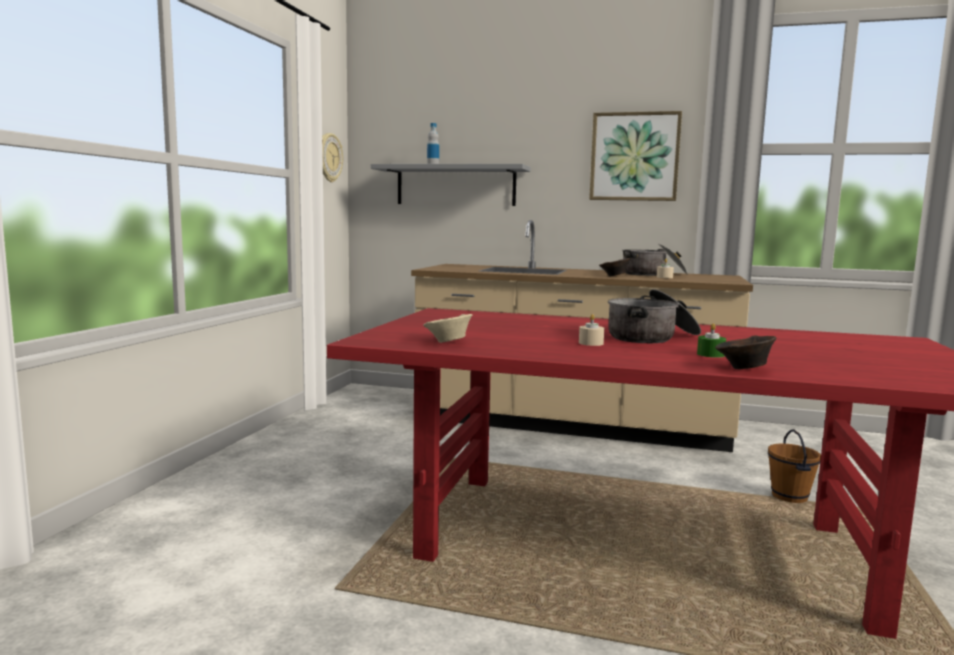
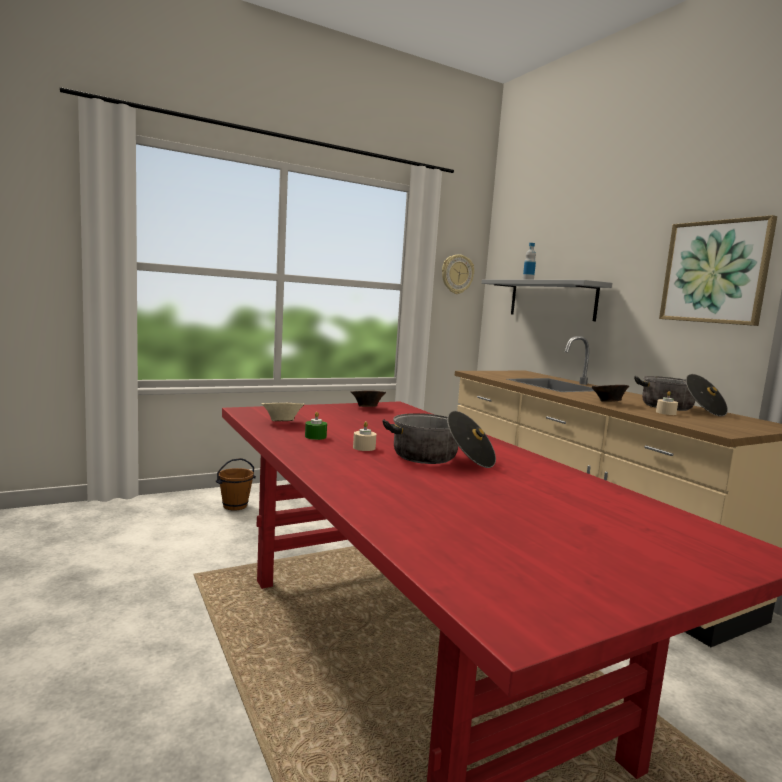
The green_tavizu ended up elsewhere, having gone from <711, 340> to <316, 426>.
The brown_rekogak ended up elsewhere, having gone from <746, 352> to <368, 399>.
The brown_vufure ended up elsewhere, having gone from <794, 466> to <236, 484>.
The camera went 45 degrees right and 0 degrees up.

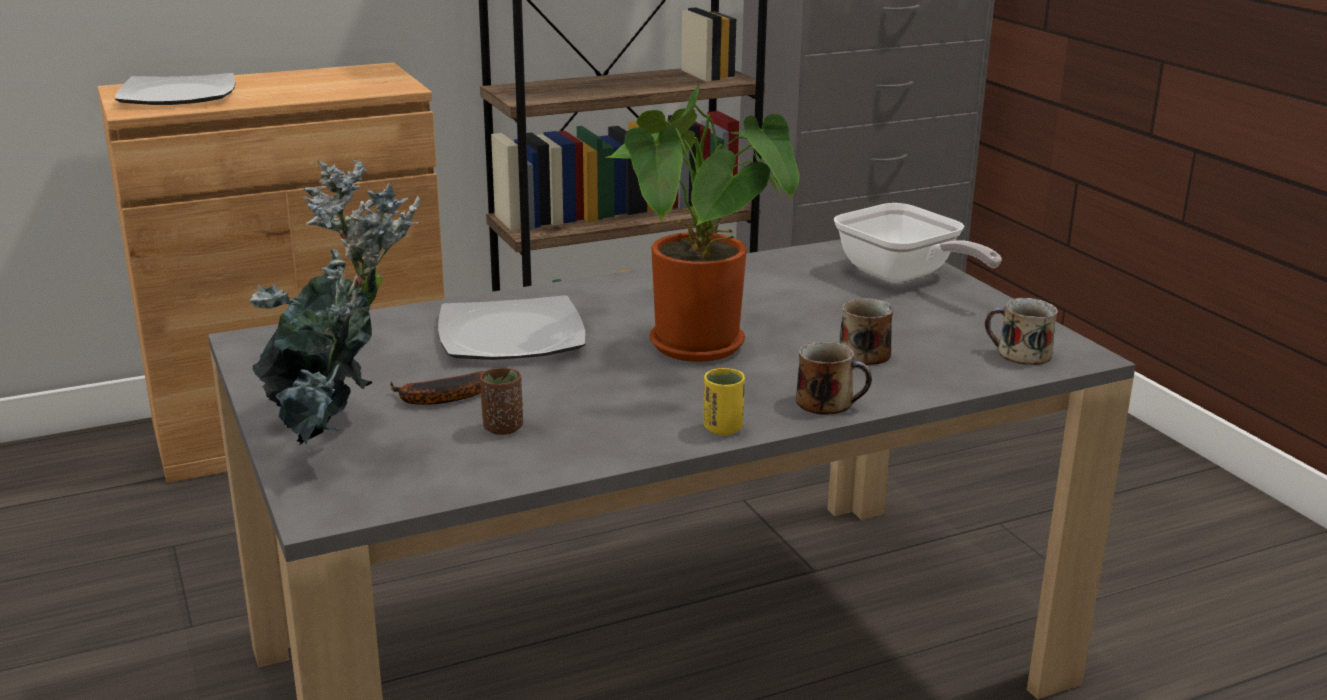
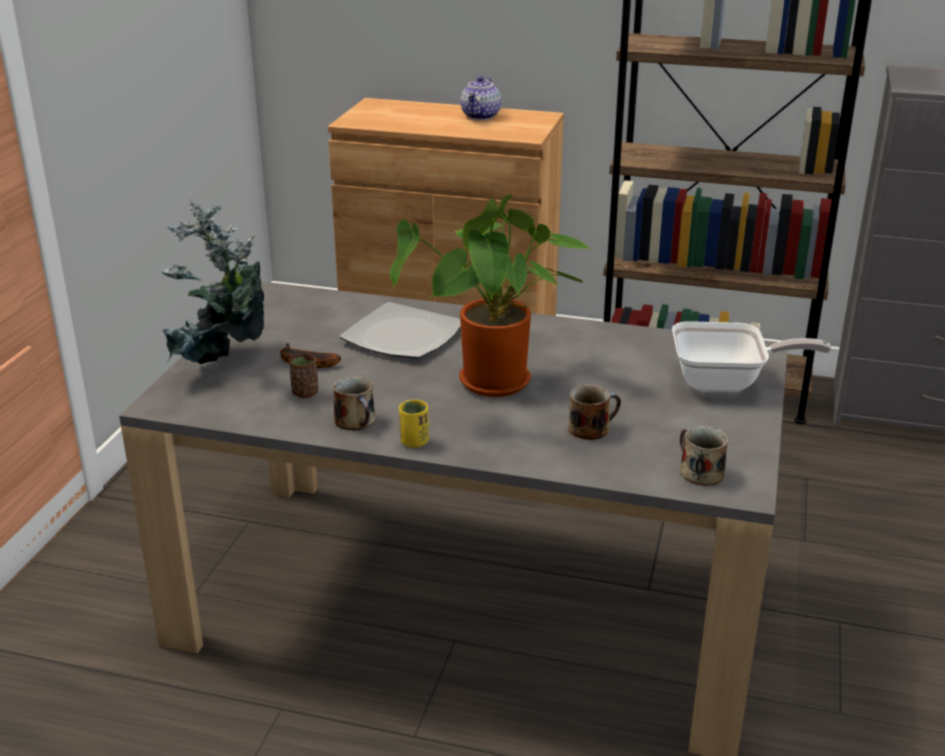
The second view lost the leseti at <175, 89>.
The second view gained the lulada at <481, 98>.
The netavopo ended up elsewhere, having gone from <834, 378> to <354, 403>.
The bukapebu at <918, 243> ended up facing another way, 90 degrees counterclockwise from before.
The camera went 40 degrees right and 5 degrees up.

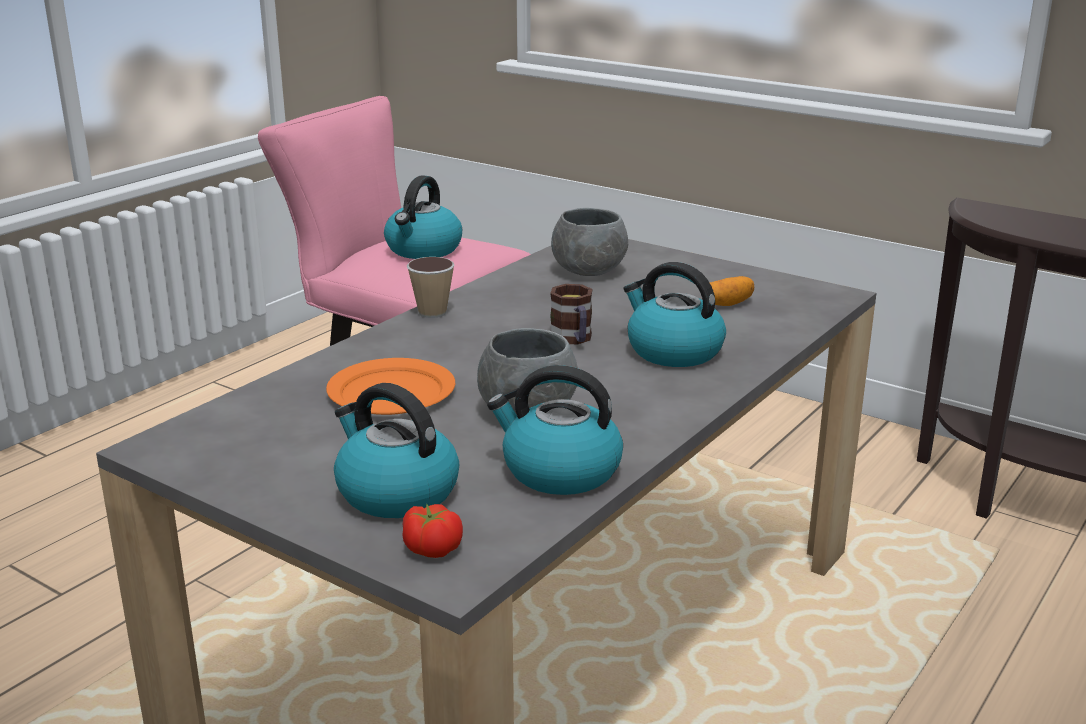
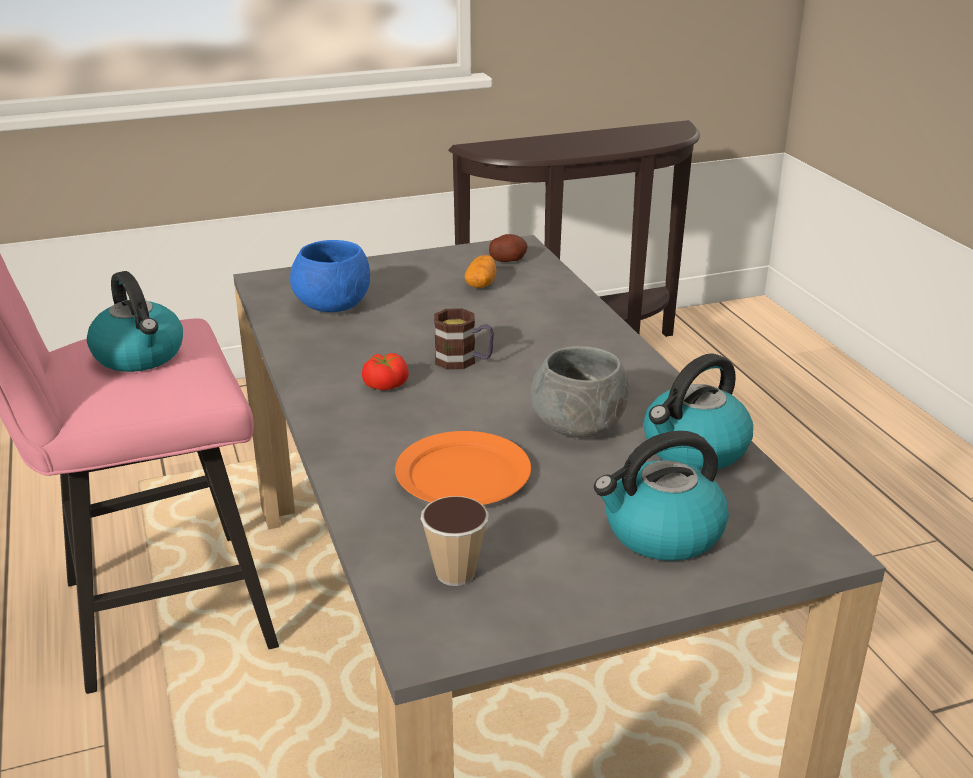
The second view lost the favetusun at <674, 314>.
The second view gained the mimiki at <508, 248>.
The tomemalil ended up elsewhere, having gone from <432, 531> to <385, 371>.
The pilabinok ended up elsewhere, having gone from <431, 287> to <455, 541>.
What was the grey_rekogak at <589, 242> turned into the blue_rekogak at <330, 276>.
The camera went 55 degrees left and 5 degrees up.

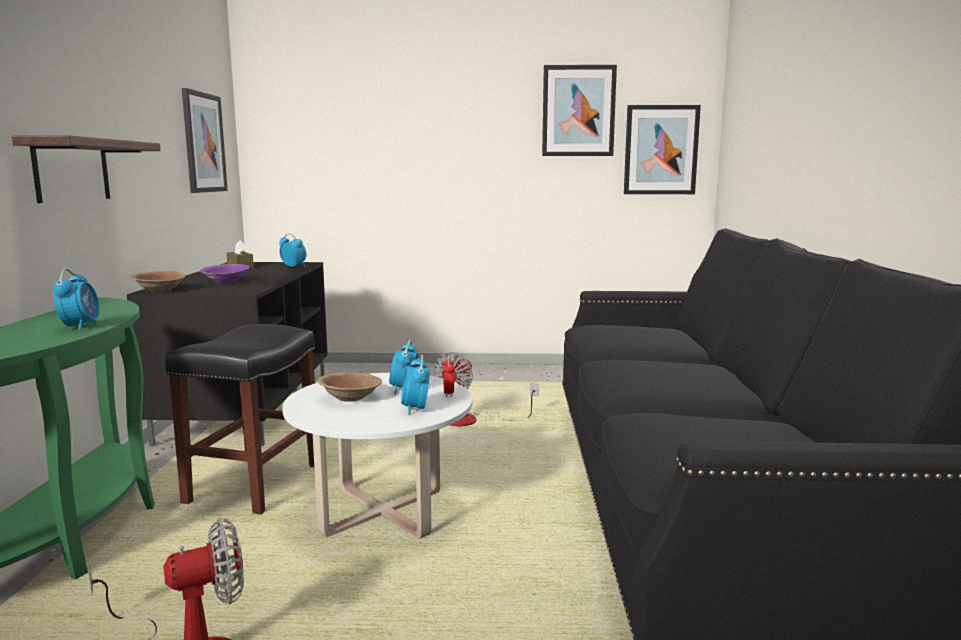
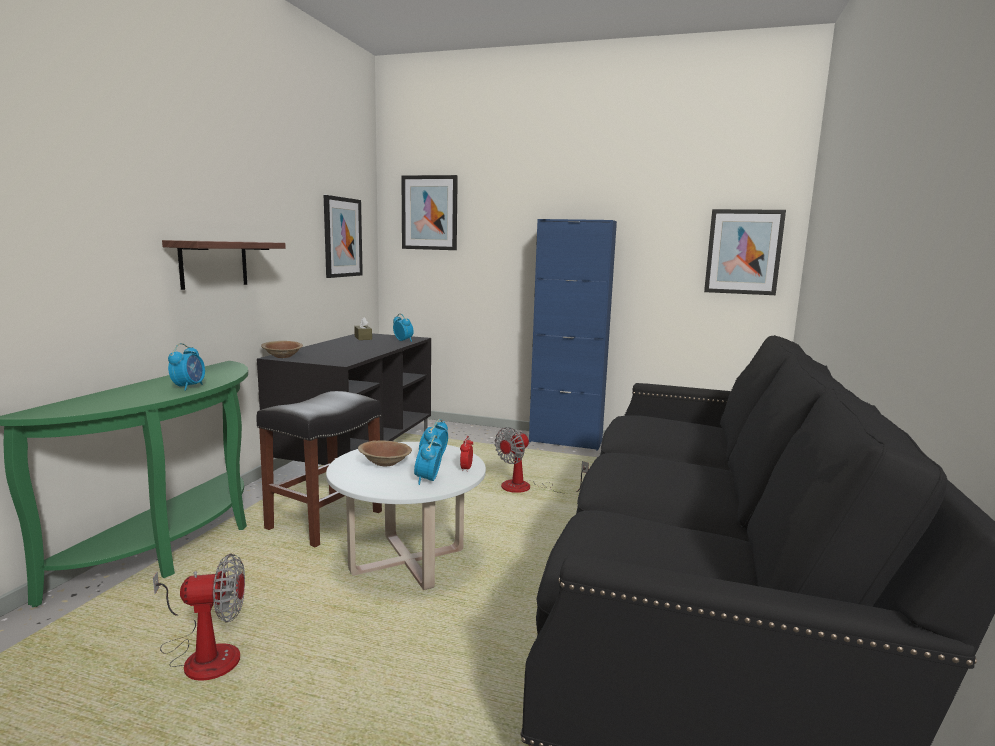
The second view lost the purple_rekogak at <225, 274>.
The second view gained the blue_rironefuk at <573, 335>.
The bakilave ended up elsewhere, having gone from <579, 110> to <429, 212>.
The camera went 15 degrees right and 0 degrees up.

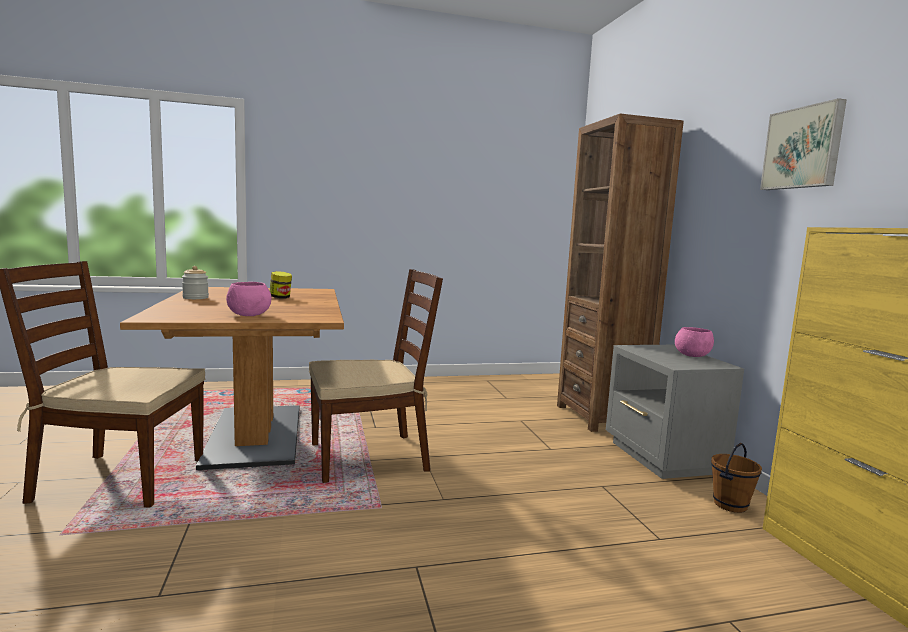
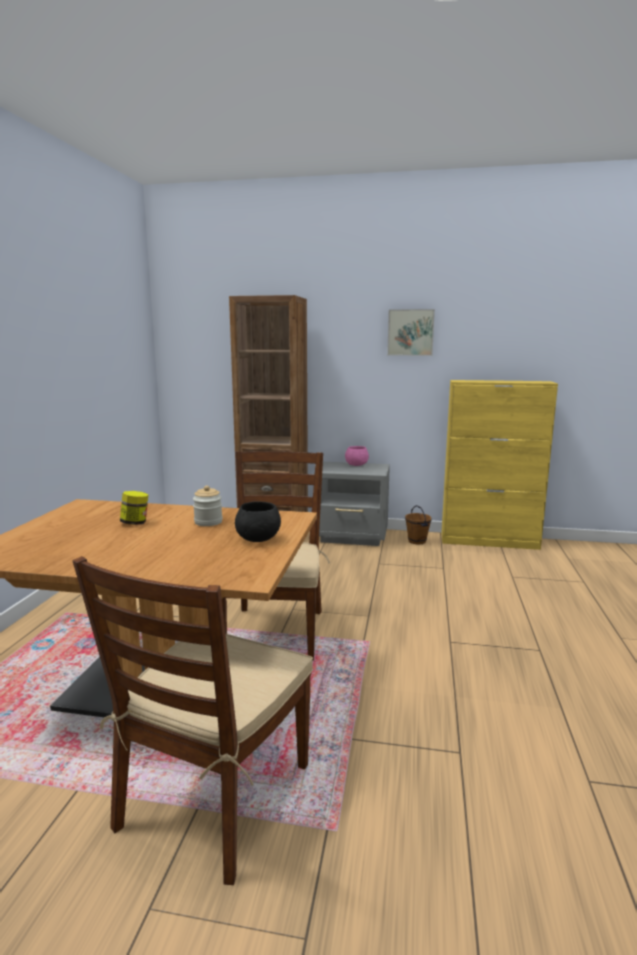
The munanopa ended up elsewhere, having gone from <195, 282> to <208, 505>.
What was the pink_rekogak at <248, 299> turned into the black_rekogak at <258, 521>.
The camera went 65 degrees left and 5 degrees up.

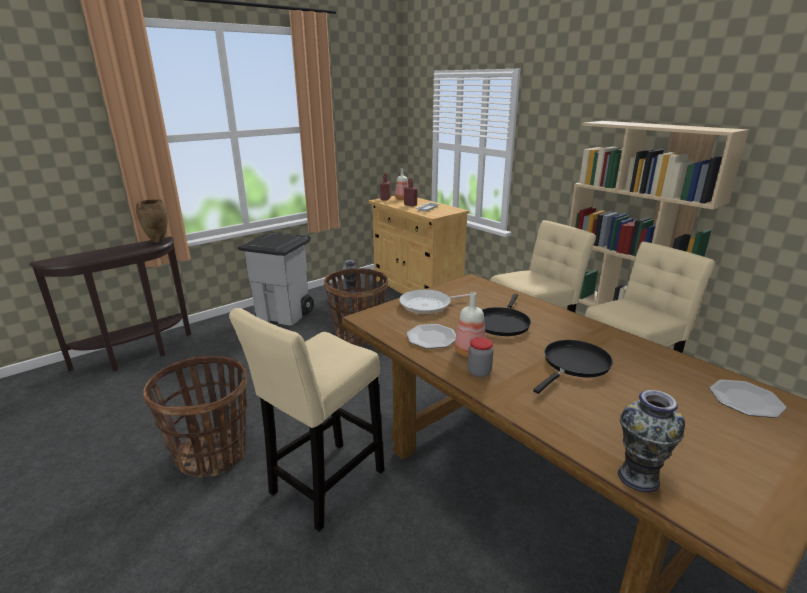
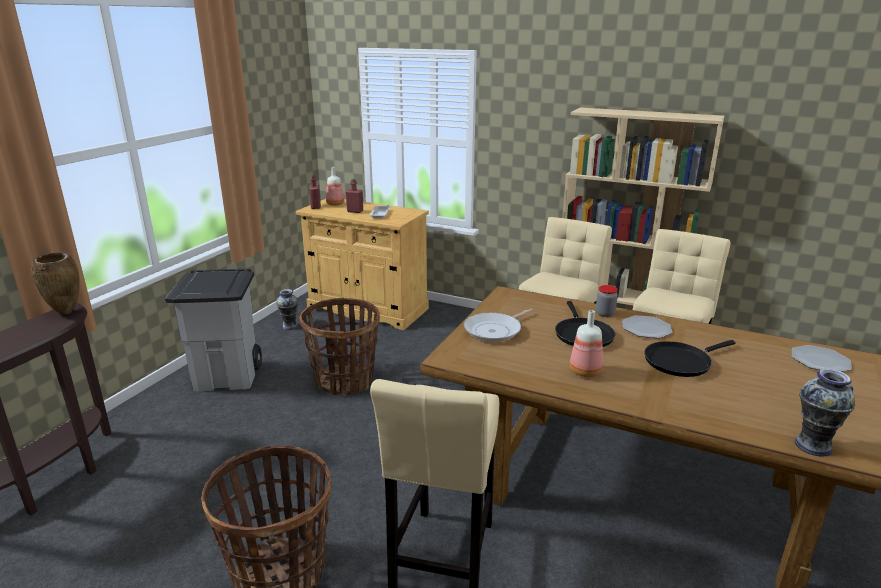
The leseti ended up elsewhere, having gone from <431, 336> to <647, 326>.
The munanopa ended up elsewhere, having gone from <481, 357> to <607, 301>.
The black_bukapebu at <573, 367> ended up facing another way, 135 degrees counterclockwise from before.
The camera went 25 degrees left and 0 degrees up.

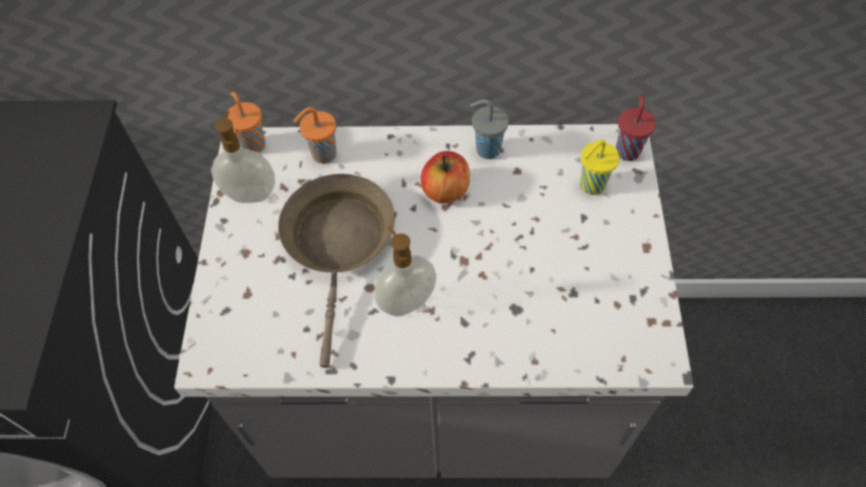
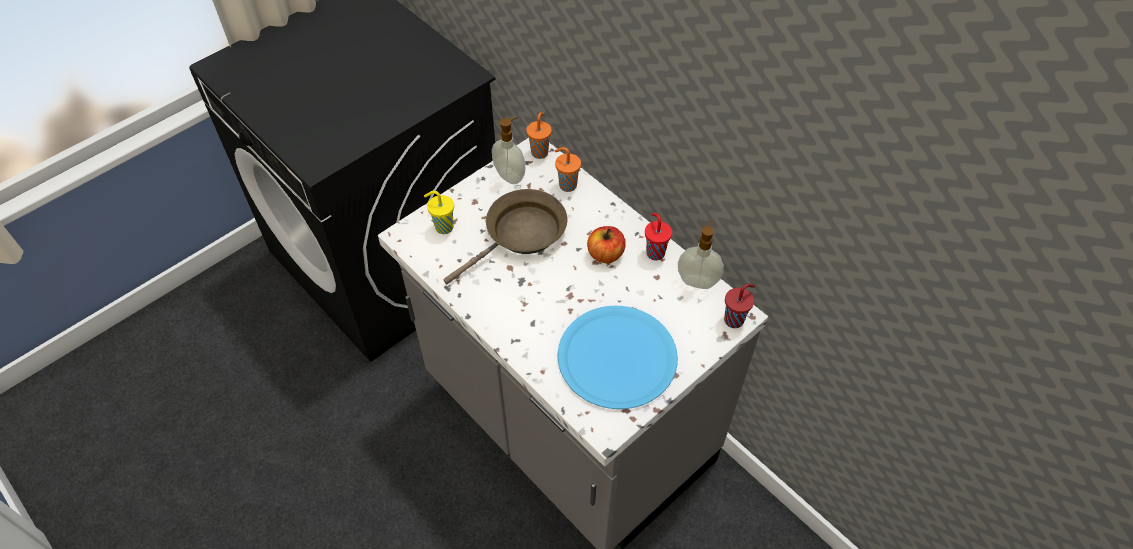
The second view gained the blue_leseti at <618, 357>.
The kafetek ended up elsewhere, having gone from <405, 271> to <701, 255>.
The yellow_pilabinok ended up elsewhere, having gone from <600, 167> to <439, 212>.
What was the grey_pilabinok at <489, 129> turned into the red_pilabinok at <658, 236>.
The camera went 45 degrees right and 5 degrees down.

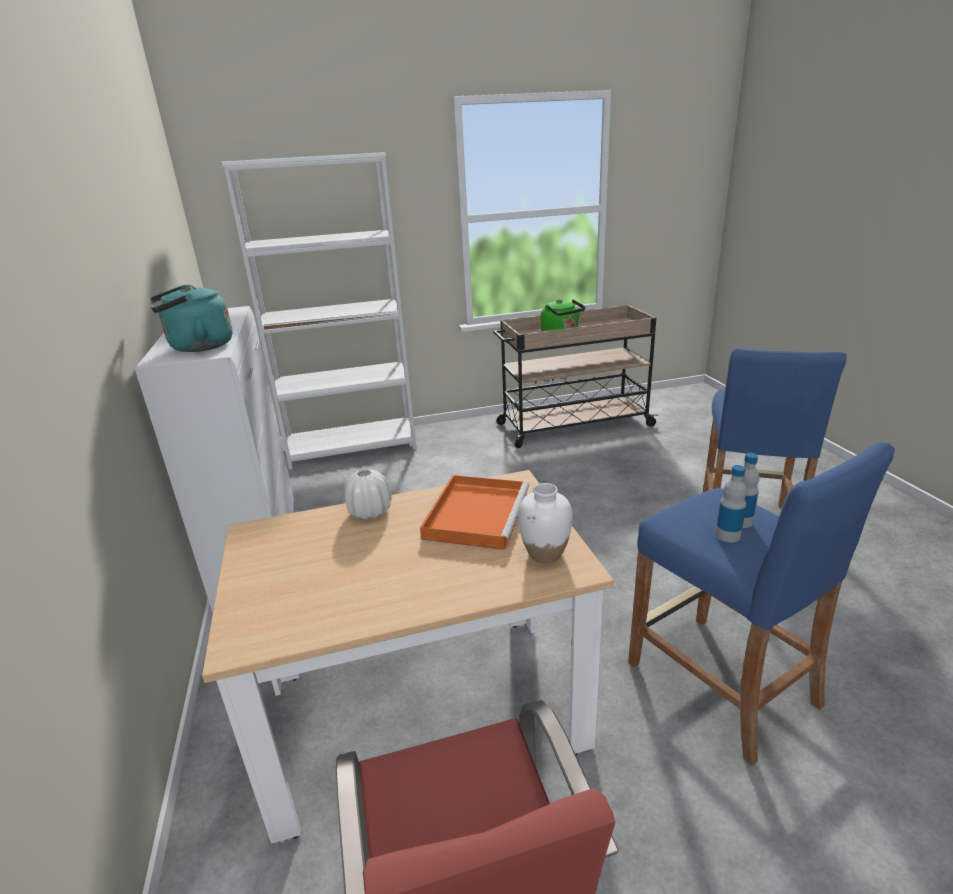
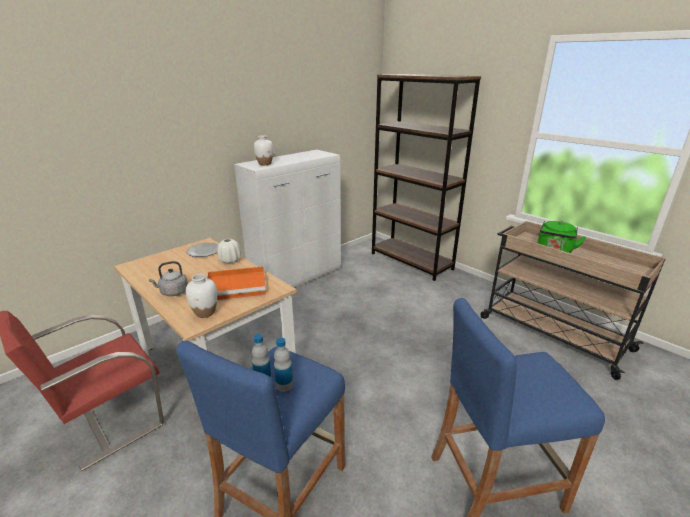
The second view gained the grey_favetusun at <168, 278>.
The second view gained the leseti at <202, 250>.
Where the turquoise_favetusun stood at <191, 318>, the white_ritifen came to stand at <263, 150>.
What was the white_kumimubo at <319, 311> turned into the brown_kumimubo at <426, 177>.
The camera went 60 degrees right and 0 degrees up.

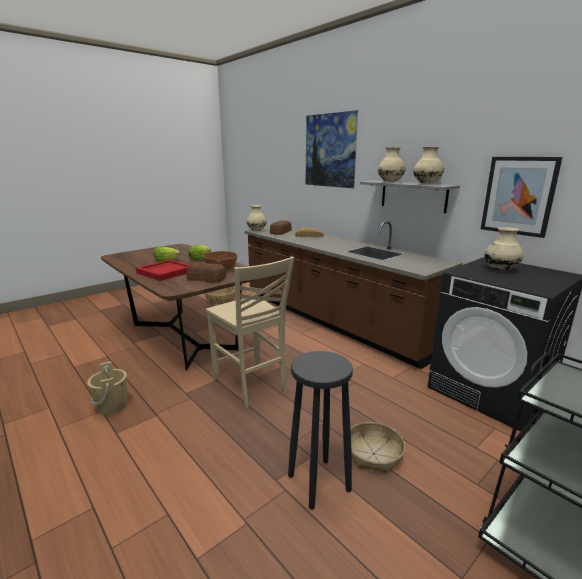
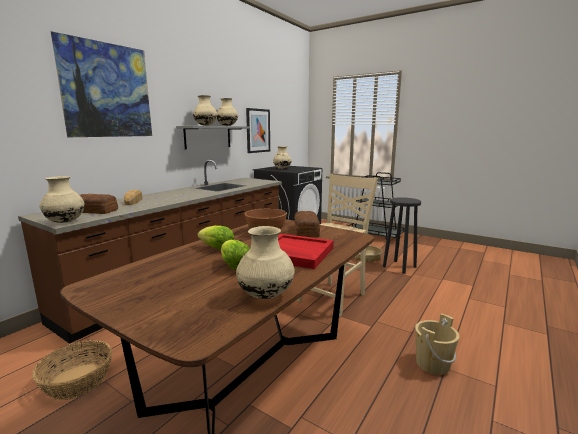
The second view gained the beige_ritifen at <265, 262>.
The camera went 105 degrees left and 5 degrees down.

